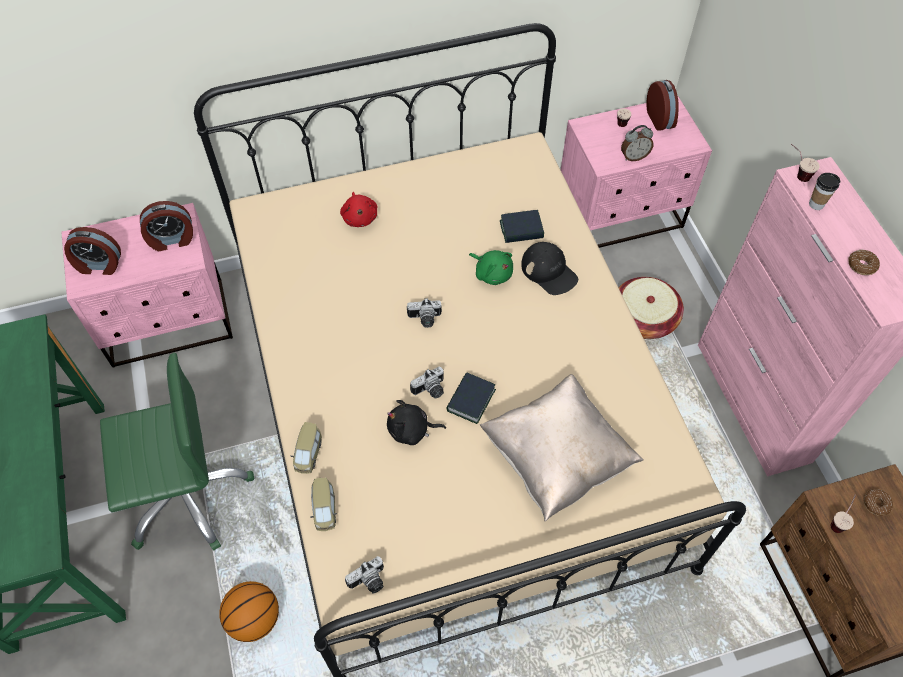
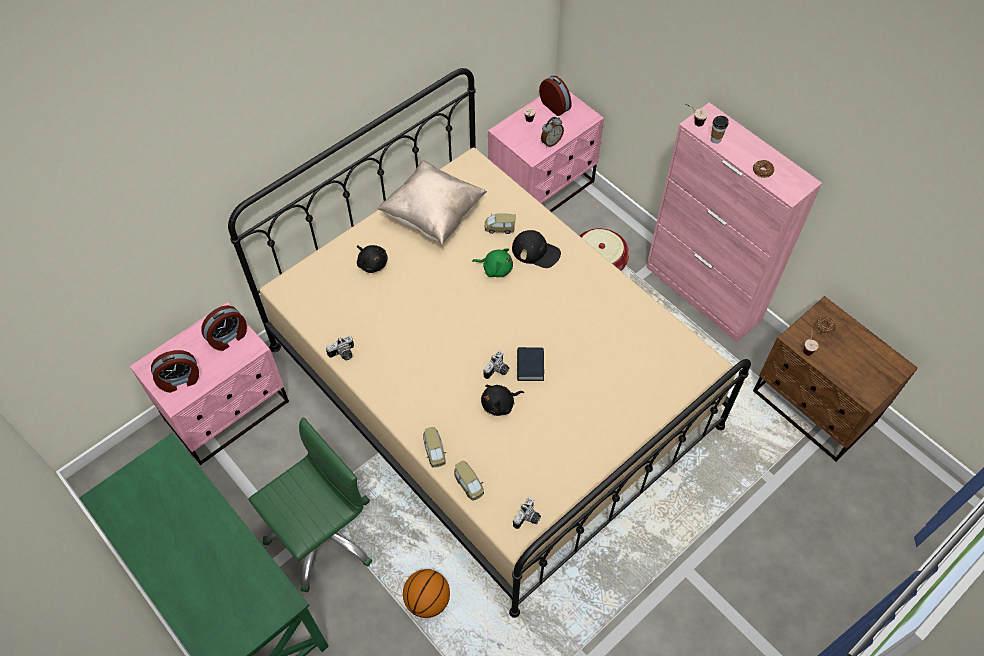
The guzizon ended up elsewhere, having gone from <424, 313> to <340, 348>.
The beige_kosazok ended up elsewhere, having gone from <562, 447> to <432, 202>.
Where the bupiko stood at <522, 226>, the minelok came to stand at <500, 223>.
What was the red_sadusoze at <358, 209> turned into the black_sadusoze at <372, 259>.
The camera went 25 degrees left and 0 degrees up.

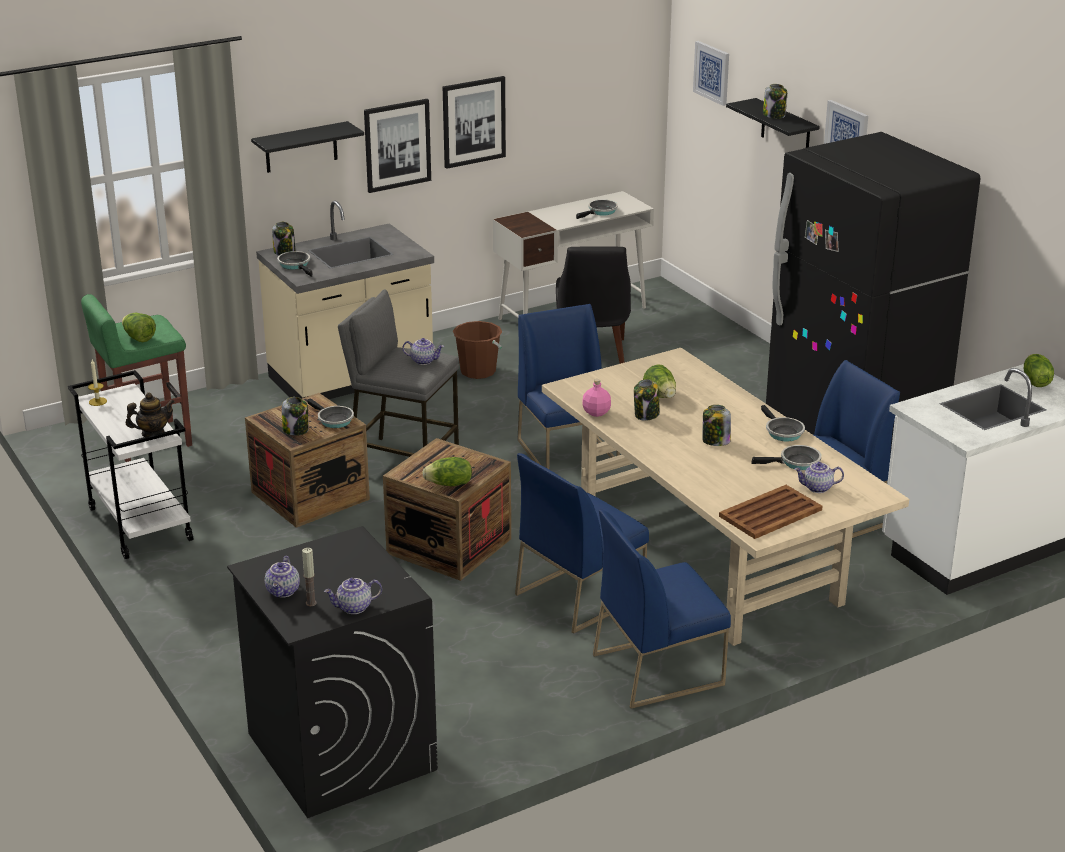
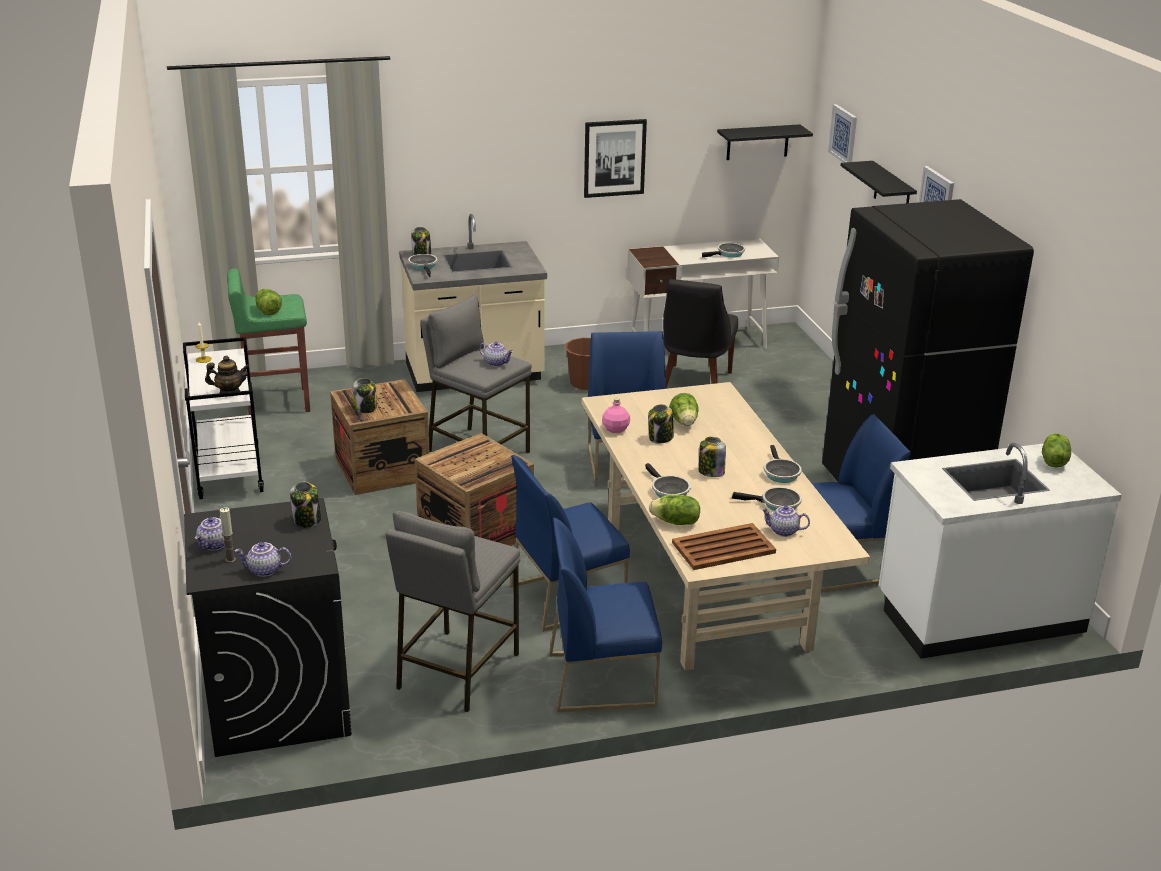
The second view lost the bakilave at <397, 146>.
The second view gained the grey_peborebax at <453, 611>.
The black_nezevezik ended up elsewhere, having gone from <307, 147> to <765, 142>.
The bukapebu ended up elsewhere, having gone from <330, 413> to <668, 480>.
The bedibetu ended up elsewhere, having gone from <447, 472> to <674, 509>.
The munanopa ended up elsewhere, having gone from <775, 101> to <305, 505>.
The camera went 15 degrees right and 0 degrees up.

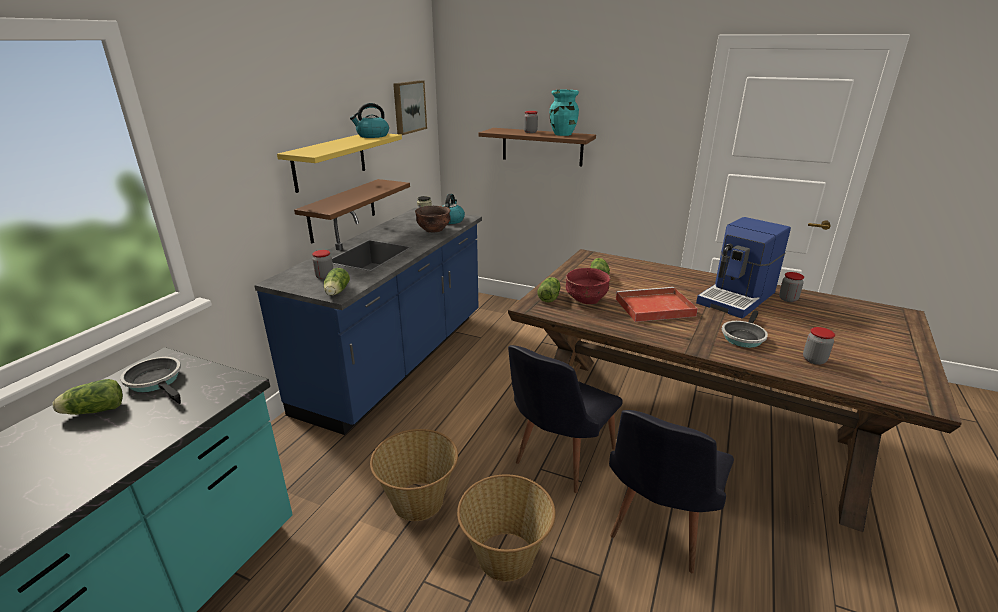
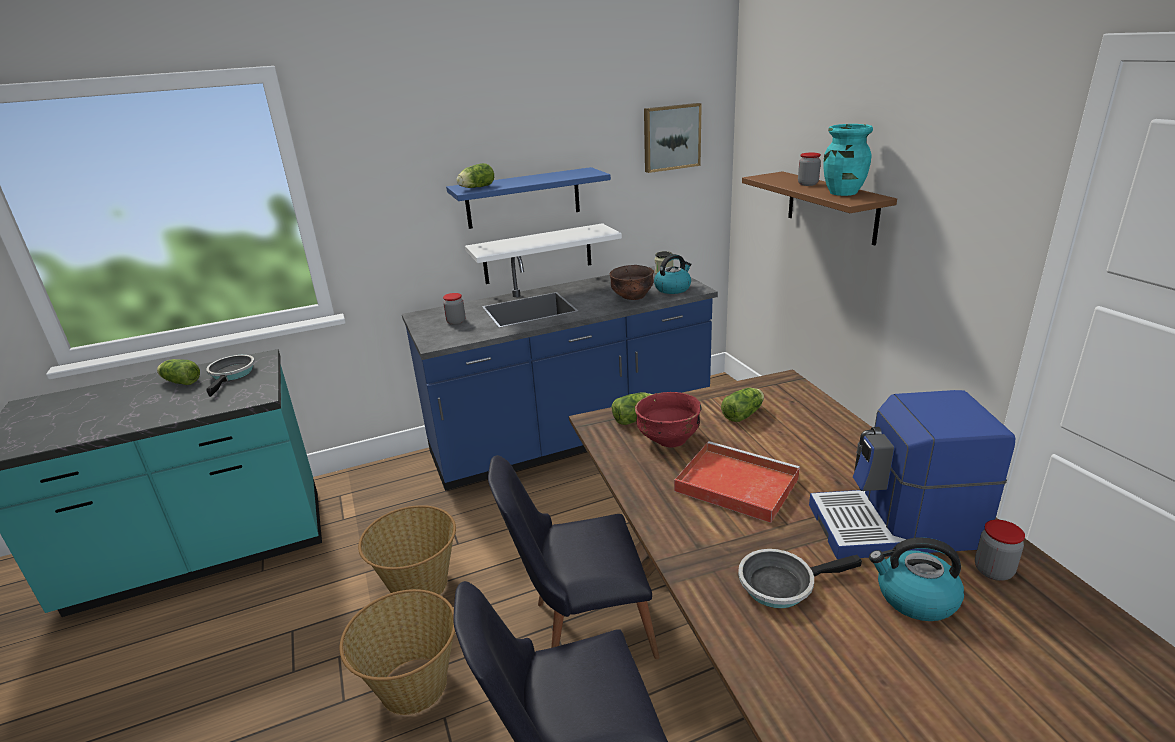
The second view lost the munanopa at <819, 346>.
The bedibetu ended up elsewhere, having gone from <337, 282> to <475, 175>.
The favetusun ended up elsewhere, having gone from <369, 120> to <916, 579>.
What was the yellow_nezevezik at <339, 163> turned into the blue_nezevezik at <528, 198>.
What was the brown_nezevezik at <352, 211> turned into the white_nezevezik at <543, 253>.
The camera went 45 degrees right and 0 degrees up.

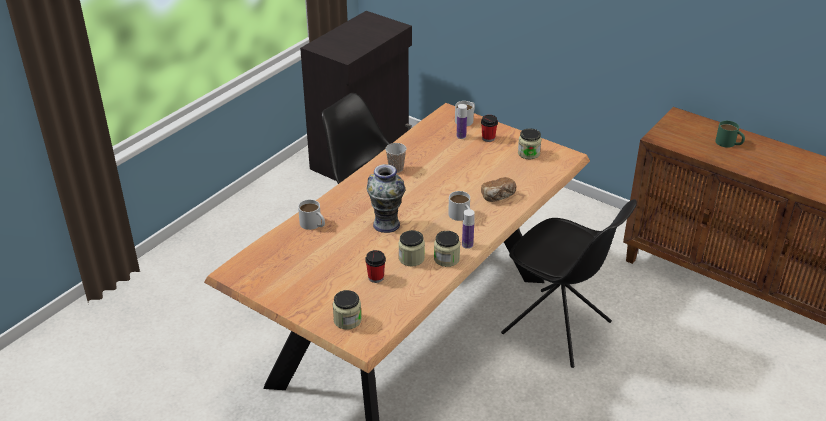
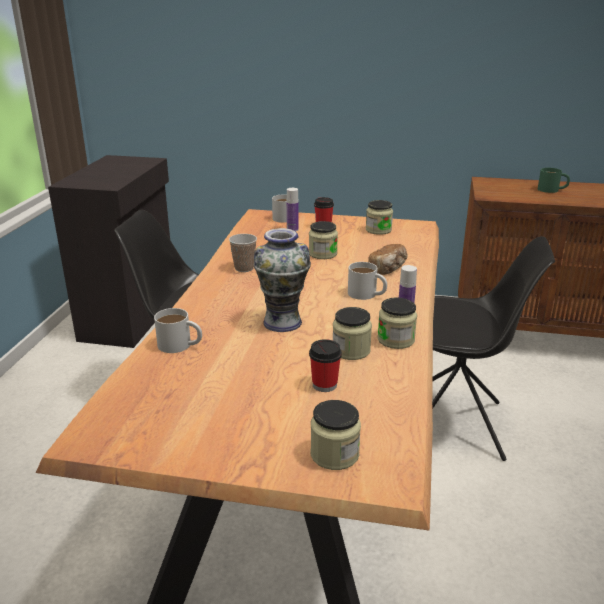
The second view gained the munanopa at <323, 240>.
The camera went 25 degrees left and 10 degrees down.

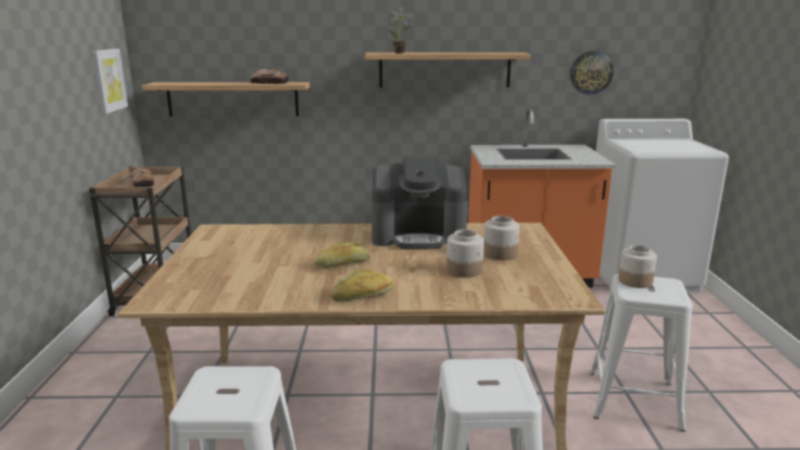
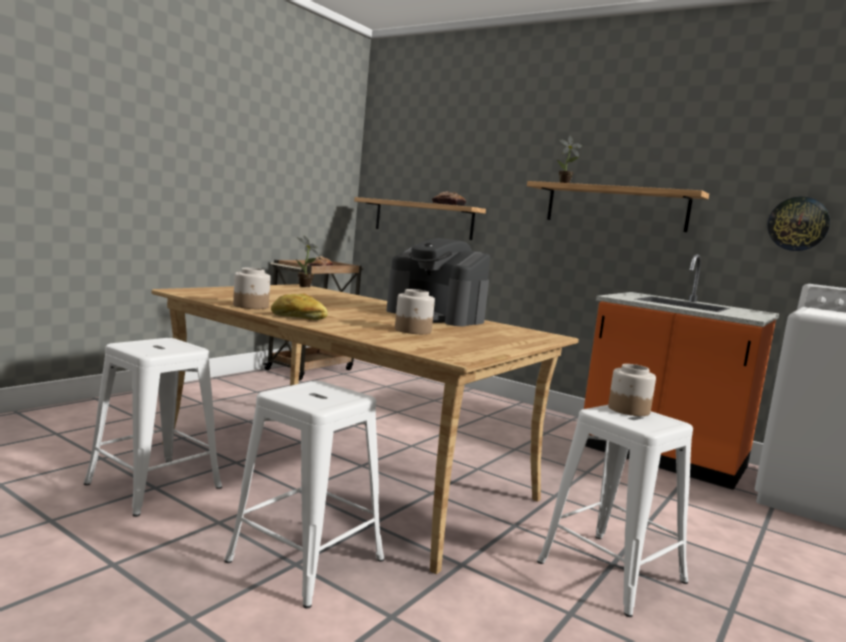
The second view lost the bakilave at <110, 81>.
The second view lost the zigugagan at <342, 255>.
The second view gained the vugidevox at <308, 261>.
The munanopa ended up elsewhere, having gone from <502, 238> to <252, 288>.
The camera went 35 degrees right and 10 degrees down.

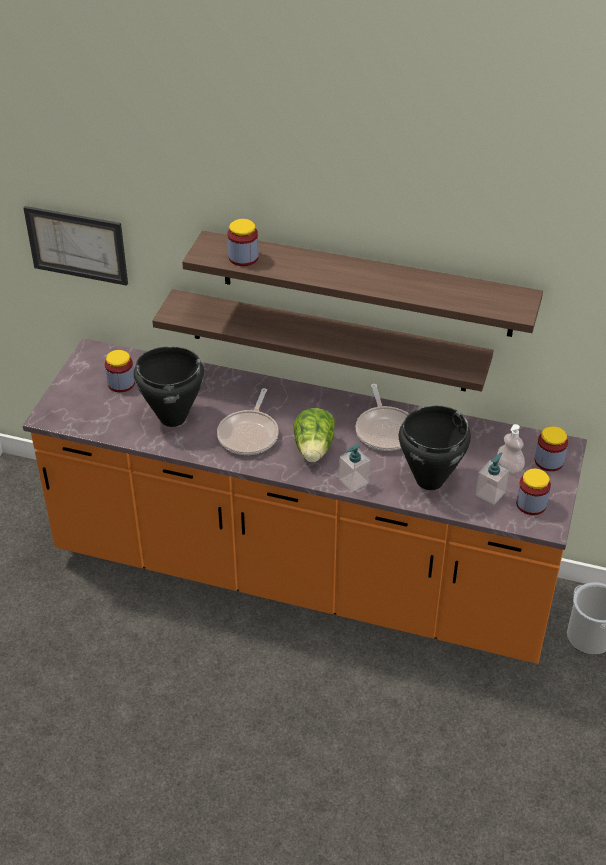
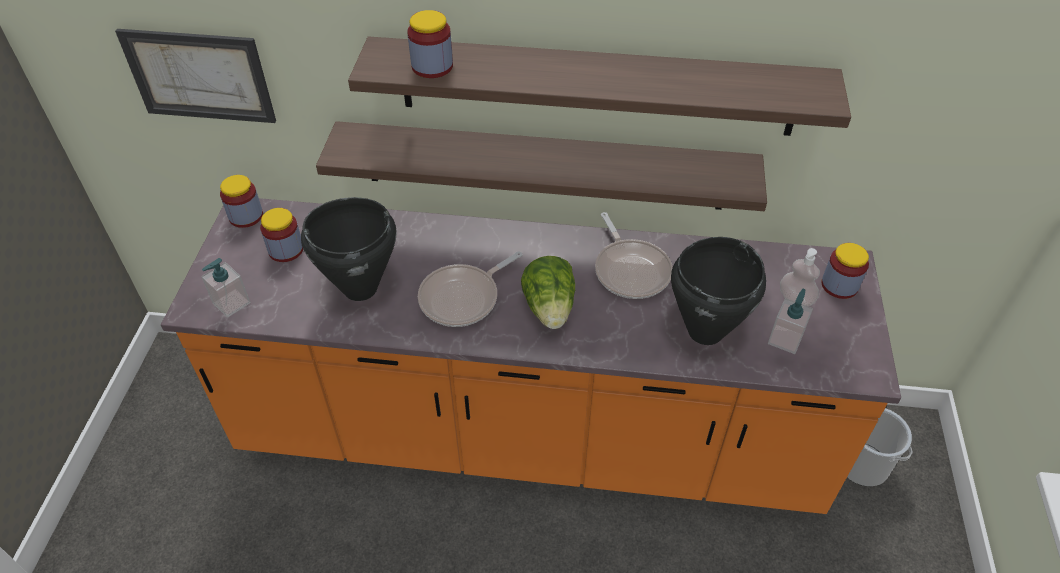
The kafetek ended up elsewhere, having gone from <354, 468> to <225, 288>.
The munanopa ended up elsewhere, having gone from <533, 492> to <241, 201>.
The bukapebu at <248, 421> ended up facing another way, 45 degrees clockwise from before.
The camera went 10 degrees left and 5 degrees up.

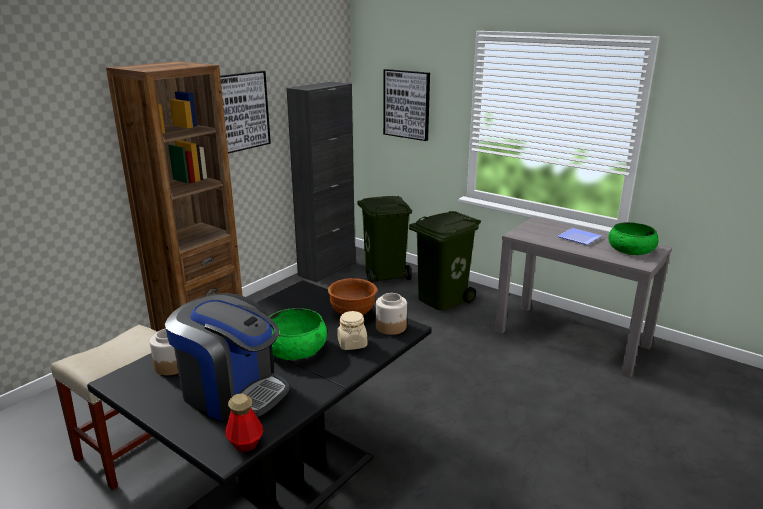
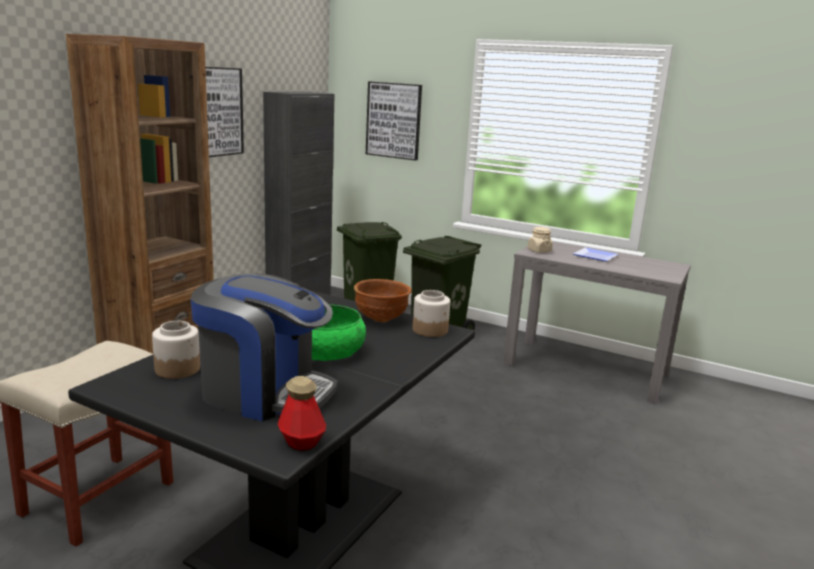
The second view lost the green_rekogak at <633, 238>.
The beige_munanopa ended up elsewhere, having gone from <352, 330> to <540, 240>.
The camera went 10 degrees left and 5 degrees down.

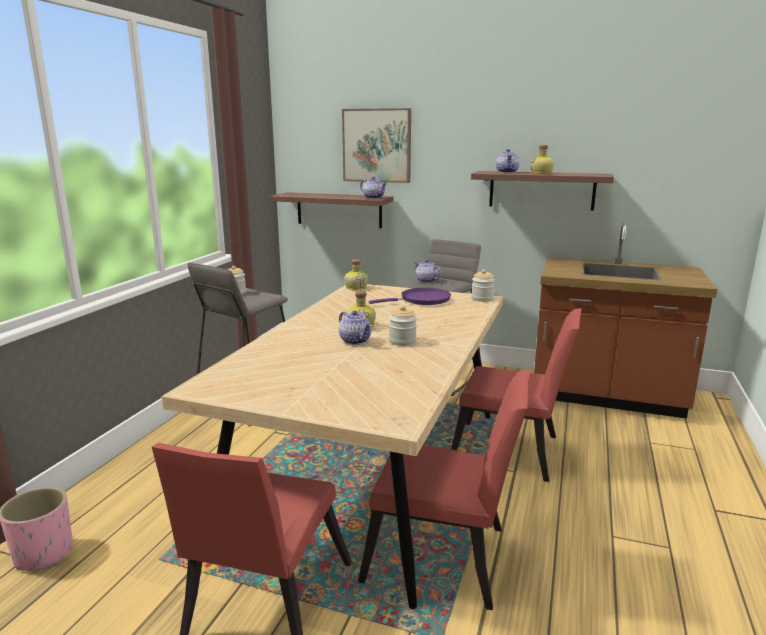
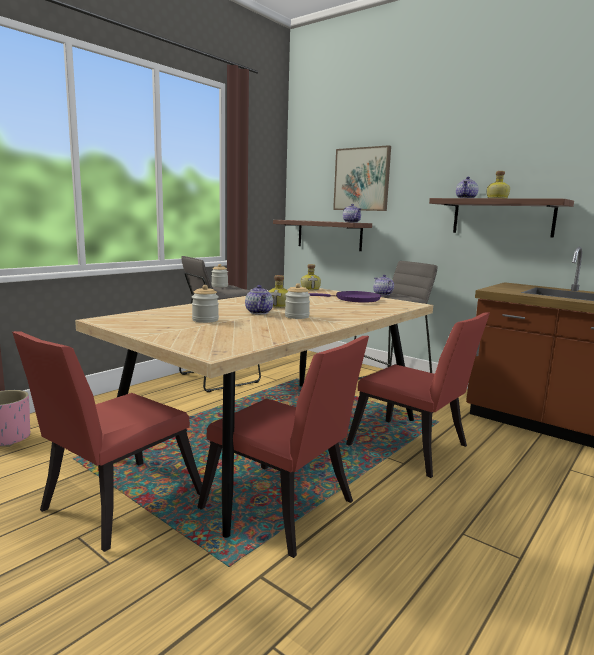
The munanopa ended up elsewhere, having gone from <483, 285> to <205, 304>.
The camera went 20 degrees right and 5 degrees down.

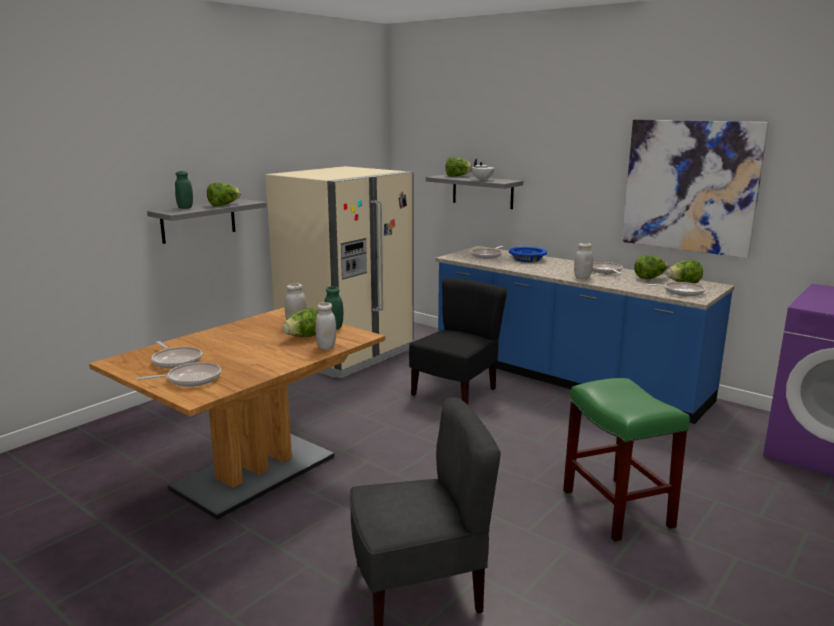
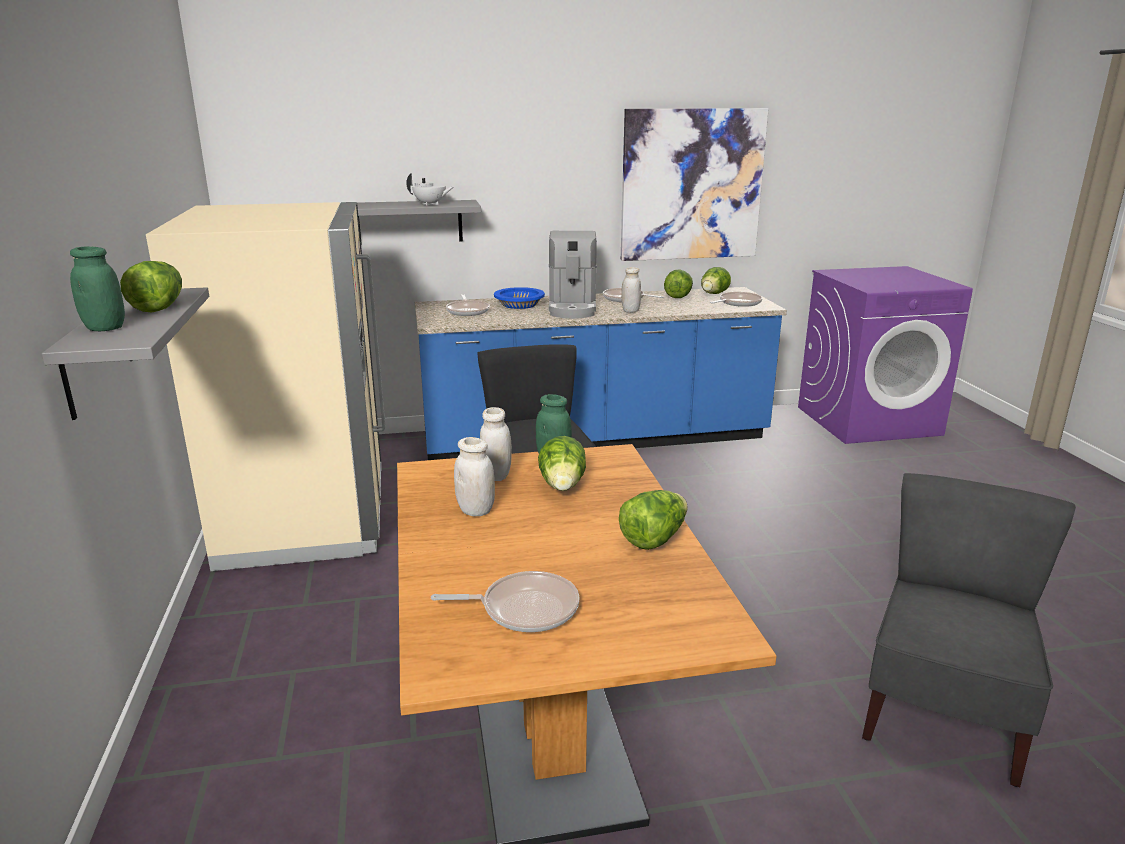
The second view lost the bukapebu at <178, 374>.
The second view lost the green_peborebax at <626, 460>.
The second view gained the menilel at <573, 275>.
The white_munanopa ended up elsewhere, having gone from <325, 326> to <474, 476>.
The bedibetu ended up elsewhere, having gone from <459, 167> to <653, 520>.
The camera went 50 degrees left and 5 degrees up.

